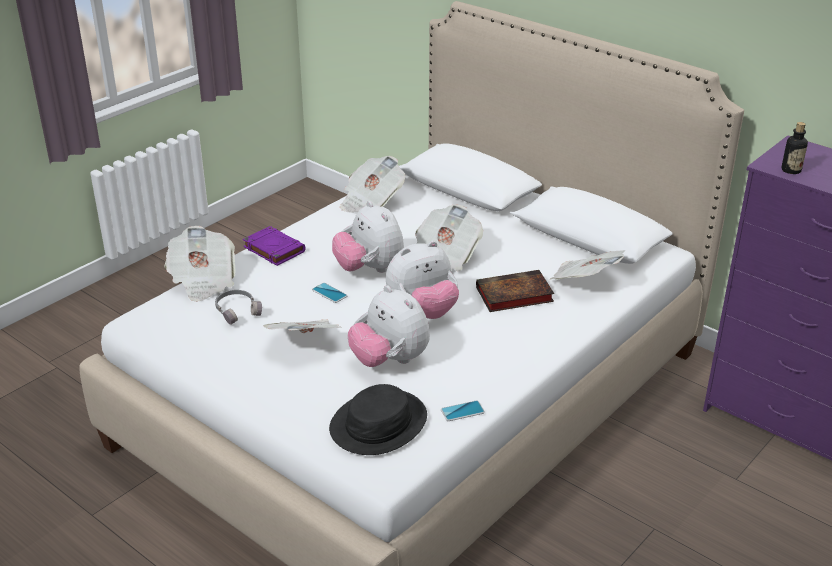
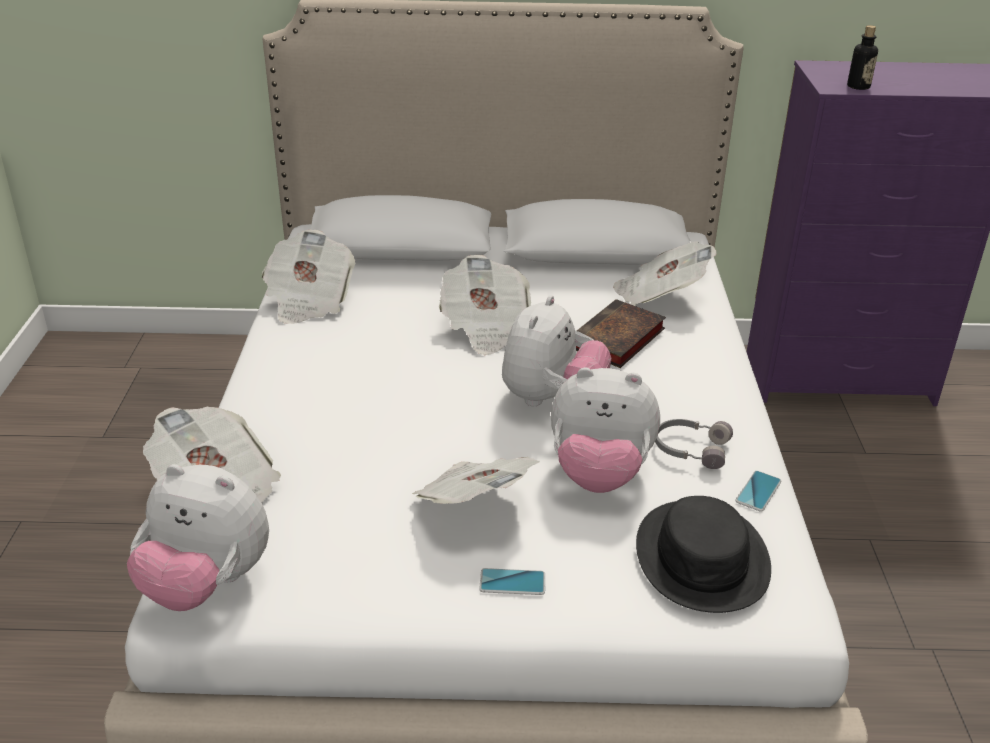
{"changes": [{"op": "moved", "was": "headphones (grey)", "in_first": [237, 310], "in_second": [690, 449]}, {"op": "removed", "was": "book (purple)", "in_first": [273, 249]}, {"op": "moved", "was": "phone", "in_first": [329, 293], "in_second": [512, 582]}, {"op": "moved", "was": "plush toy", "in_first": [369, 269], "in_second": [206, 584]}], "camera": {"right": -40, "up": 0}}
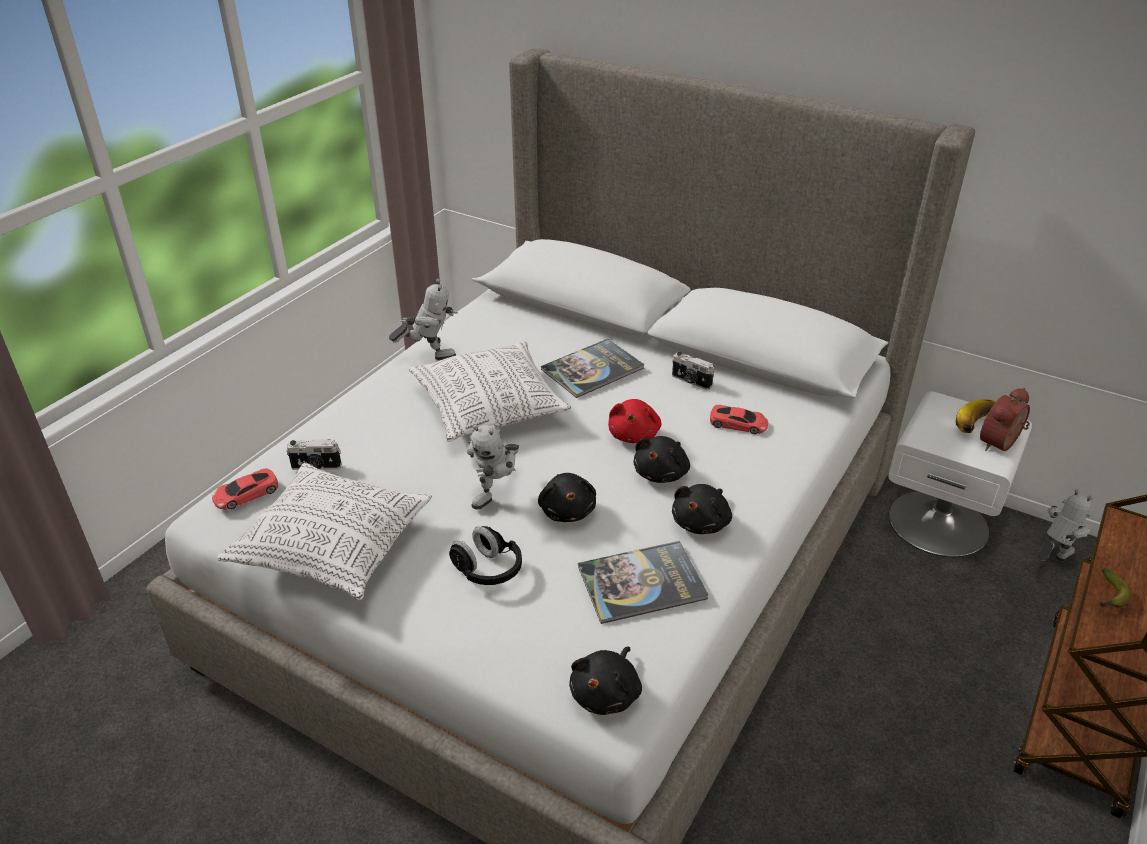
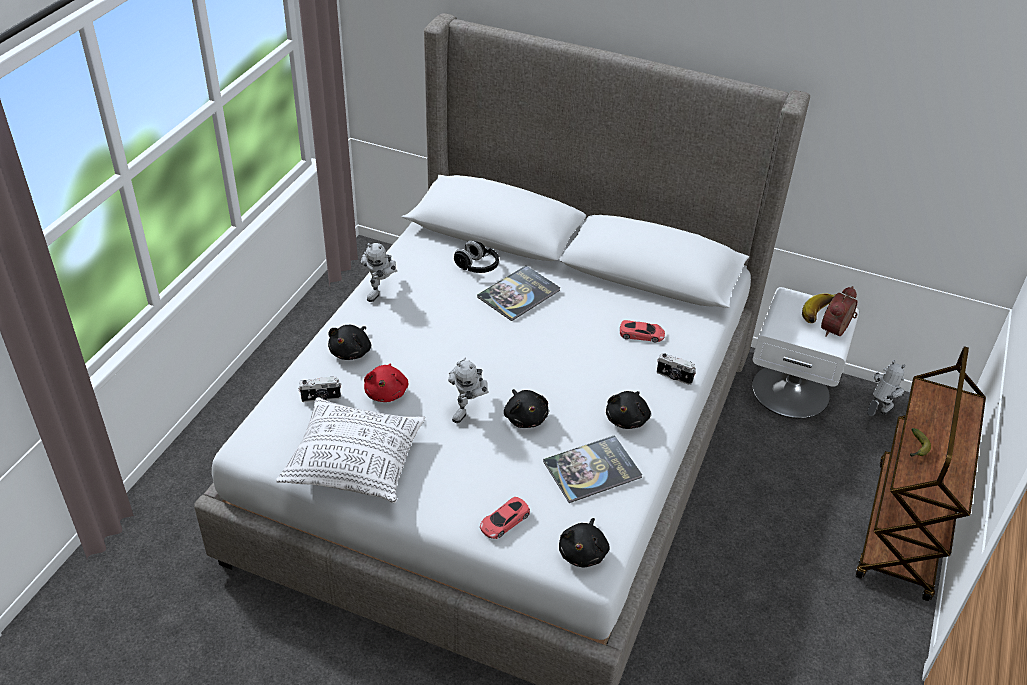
{"changes": [{"op": "moved", "was": "toy car (red)", "in_first": [246, 494], "in_second": [504, 521]}, {"op": "turned", "was": "toy robot", "in_first": [429, 356], "in_second": [381, 291], "clockwise": 120}, {"op": "removed", "was": "pillow", "in_first": [489, 408]}, {"op": "moved", "was": "headphones (black)", "in_first": [487, 570], "in_second": [477, 267]}, {"op": "moved", "was": "plush toy (red)", "in_first": [634, 434], "in_second": [387, 392]}, {"op": "moved", "was": "plush toy (black)", "in_first": [662, 473], "in_second": [351, 352]}, {"op": "moved", "was": "photo camera", "in_first": [691, 381], "in_second": [674, 377]}], "camera": {"right": -10, "up": 5}}
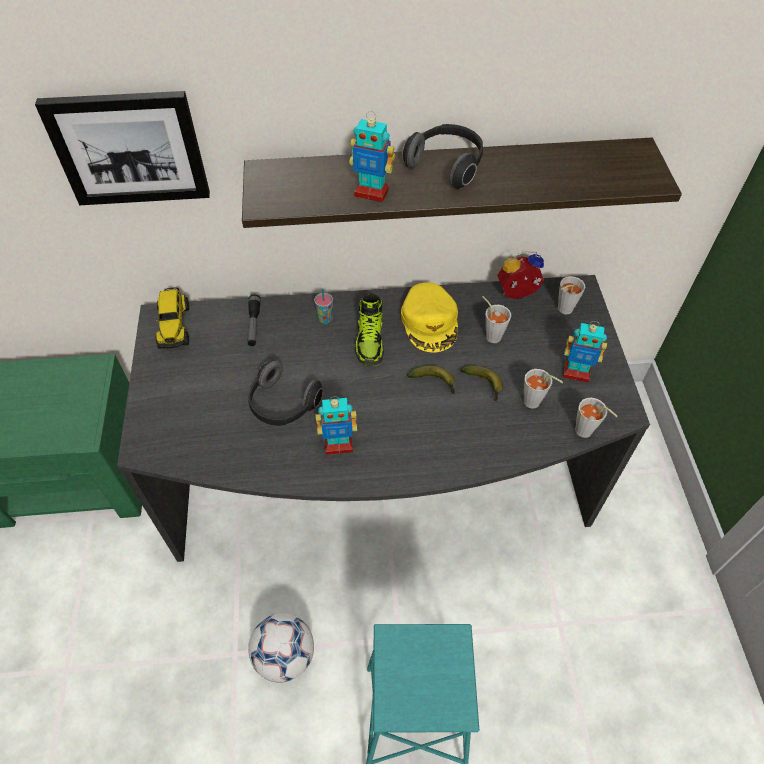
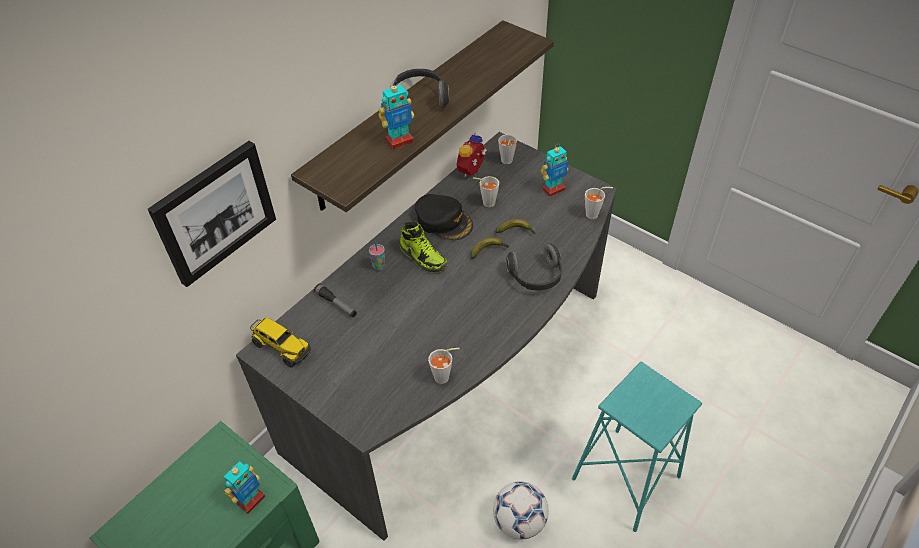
{"changes": [{"op": "moved", "was": "headphones", "in_first": [283, 405], "in_second": [536, 277]}, {"op": "moved", "was": "toy robot", "in_first": [338, 444], "in_second": [251, 500]}, {"op": "recoloured", "was": "cap (yellow)", "now": "cap (black)", "in_first": [430, 322], "in_second": [444, 221]}, {"op": "moved", "was": "cup (grey)", "in_first": [535, 403], "in_second": [445, 377]}], "camera": {"right": -45, "up": -5}}
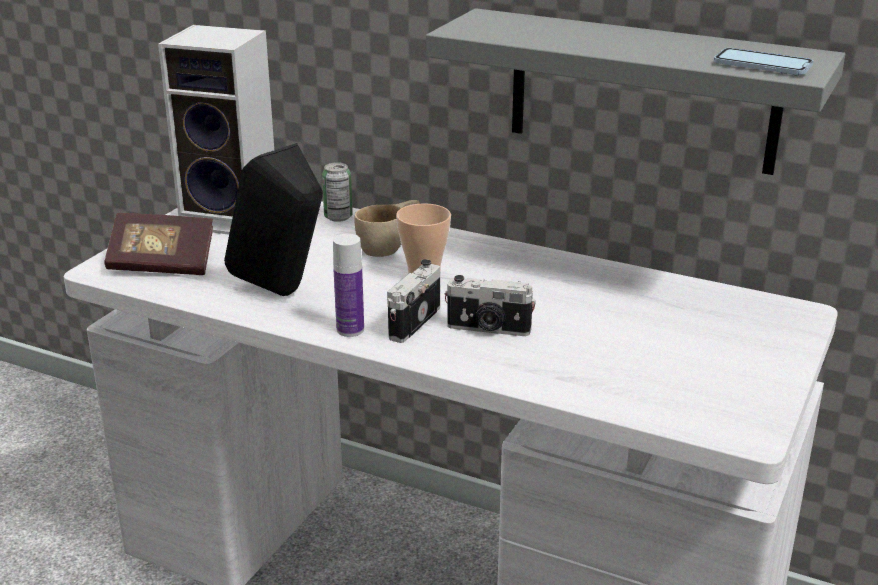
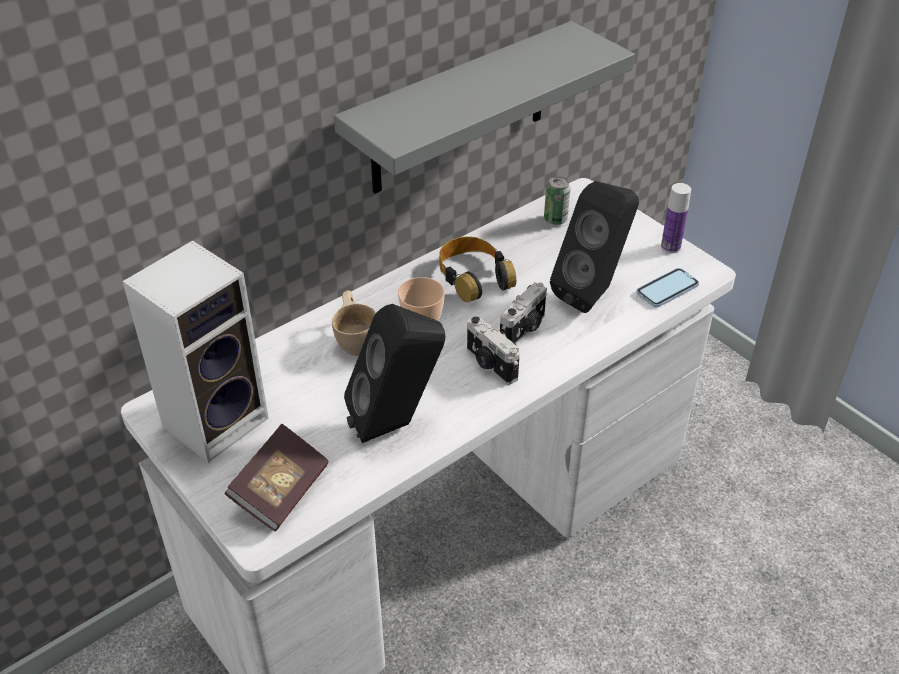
{"changes": [{"op": "moved", "was": "can", "in_first": [338, 217], "in_second": [555, 219]}, {"op": "moved", "was": "bottle", "in_first": [350, 329], "in_second": [670, 247]}, {"op": "moved", "was": "phone", "in_first": [762, 65], "in_second": [667, 289]}, {"op": "added", "now": "headphones", "in_second": [474, 276]}, {"op": "added", "now": "speaker (black)", "in_second": [593, 293]}], "camera": {"right": -65, "up": 15}}
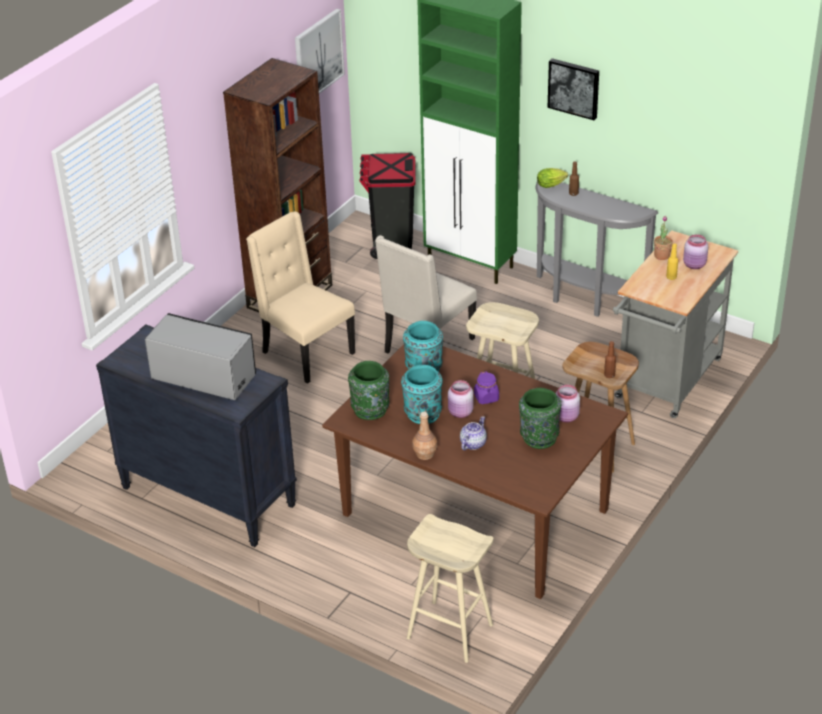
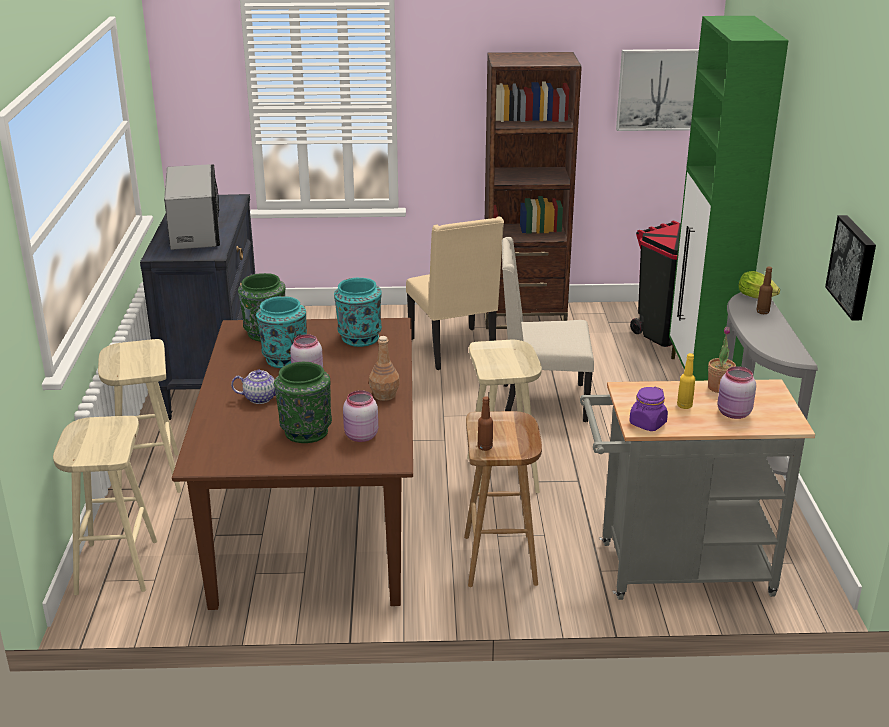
{"changes": [{"op": "turned", "was": "chair (beige)", "in_first": [305, 353], "in_second": [454, 350], "clockwise": 150}, {"op": "moved", "was": "bottle (brown)", "in_first": [425, 454], "in_second": [385, 395]}, {"op": "moved", "was": "jar (purple)", "in_first": [486, 398], "in_second": [647, 424]}, {"op": "moved", "was": "picture", "in_first": [574, 88], "in_second": [854, 267]}, {"op": "added", "now": "stool (beige)", "in_second": [148, 475]}], "camera": {"right": 55, "up": -10}}
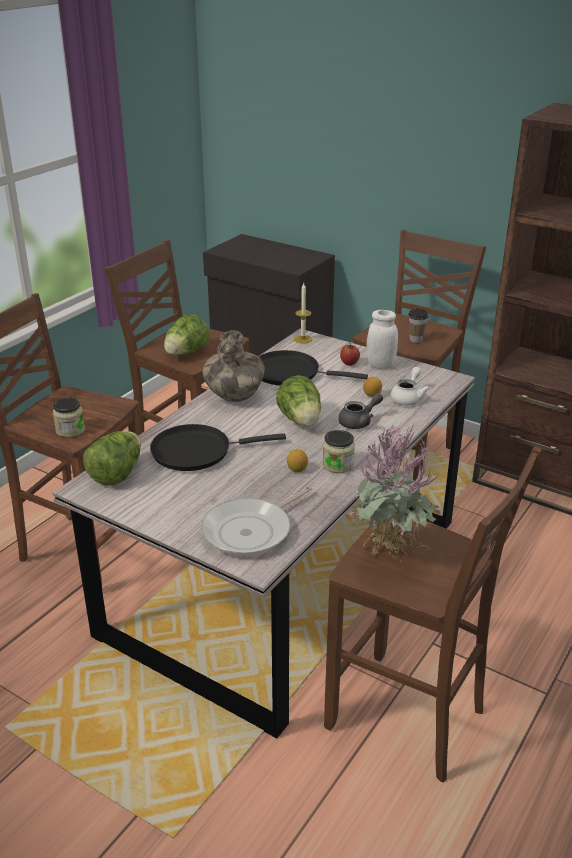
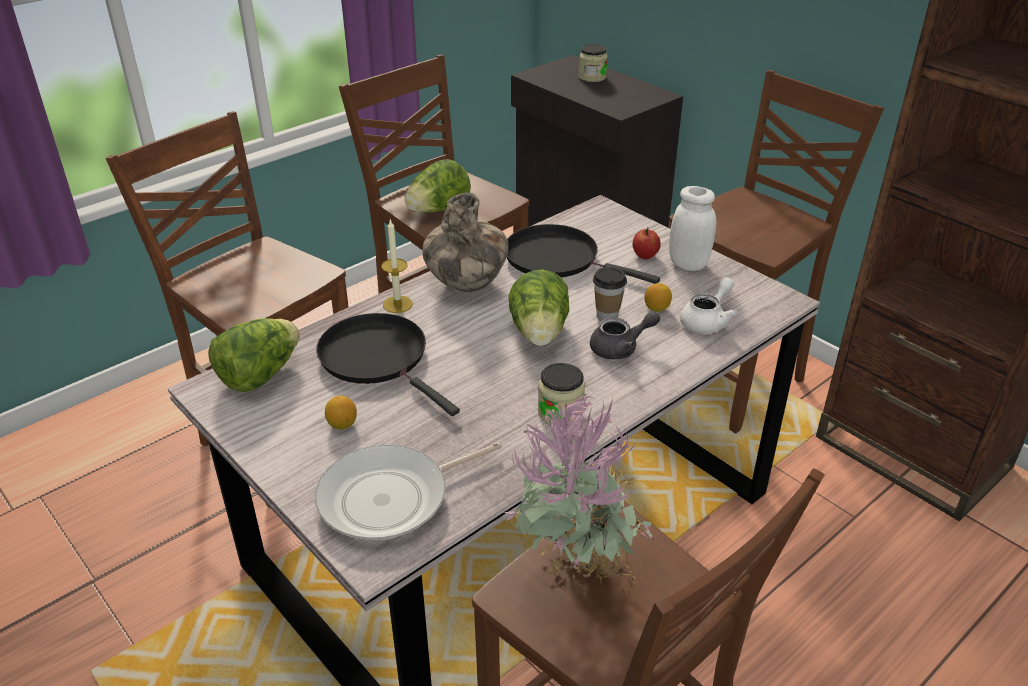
{"changes": [{"op": "moved", "was": "jar", "in_first": [70, 430], "in_second": [592, 77]}, {"op": "turned", "was": "frying pan (black)", "in_first": [197, 451], "in_second": [378, 358], "clockwise": 45}, {"op": "moved", "was": "lemon", "in_first": [297, 469], "in_second": [342, 424]}, {"op": "moved", "was": "candle", "in_first": [303, 339], "in_second": [397, 304]}, {"op": "moved", "was": "cup", "in_first": [416, 340], "in_second": [607, 316]}], "camera": {"right": 15, "up": 5}}
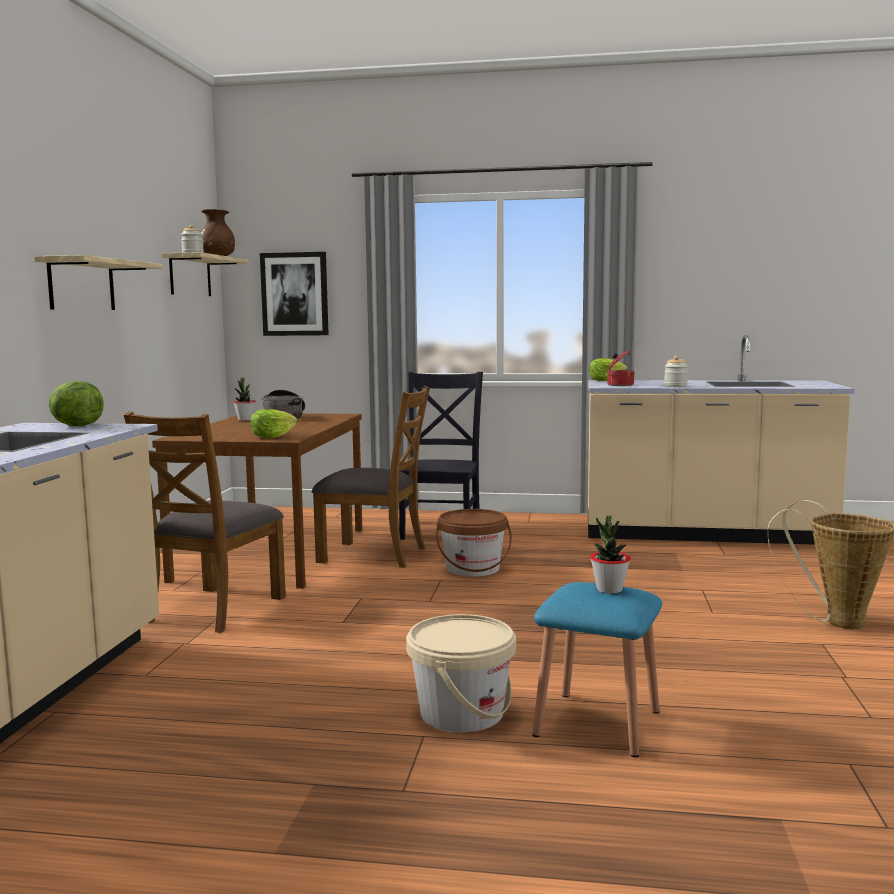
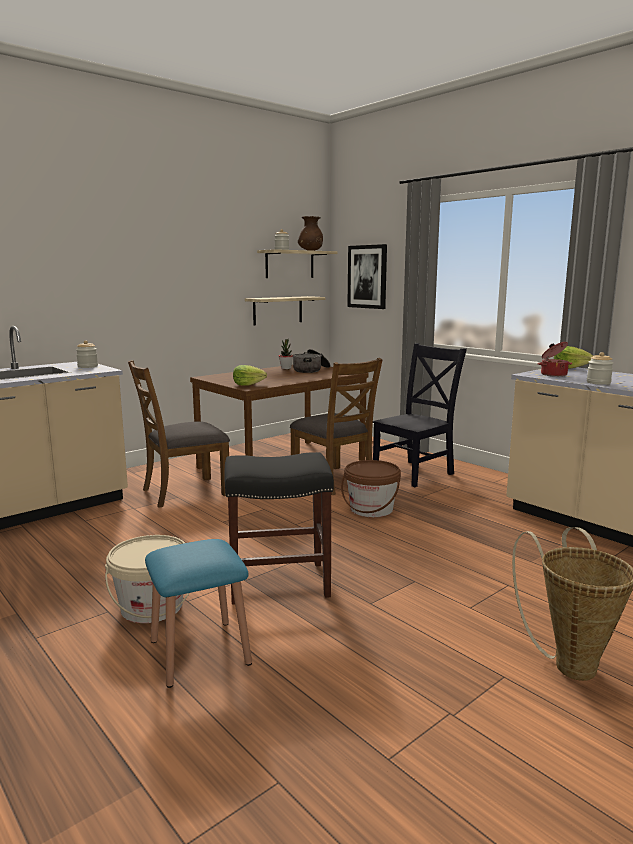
{"changes": [{"op": "moved", "was": "shelf", "in_first": [82, 285], "in_second": [277, 310]}, {"op": "replaced", "was": "lettuce", "now": "jar", "in_first": [76, 426], "in_second": [87, 366]}, {"op": "removed", "was": "potted plant", "in_first": [609, 590]}, {"op": "added", "now": "stool (black)", "in_second": [277, 583]}], "camera": {"right": 40, "up": 5}}
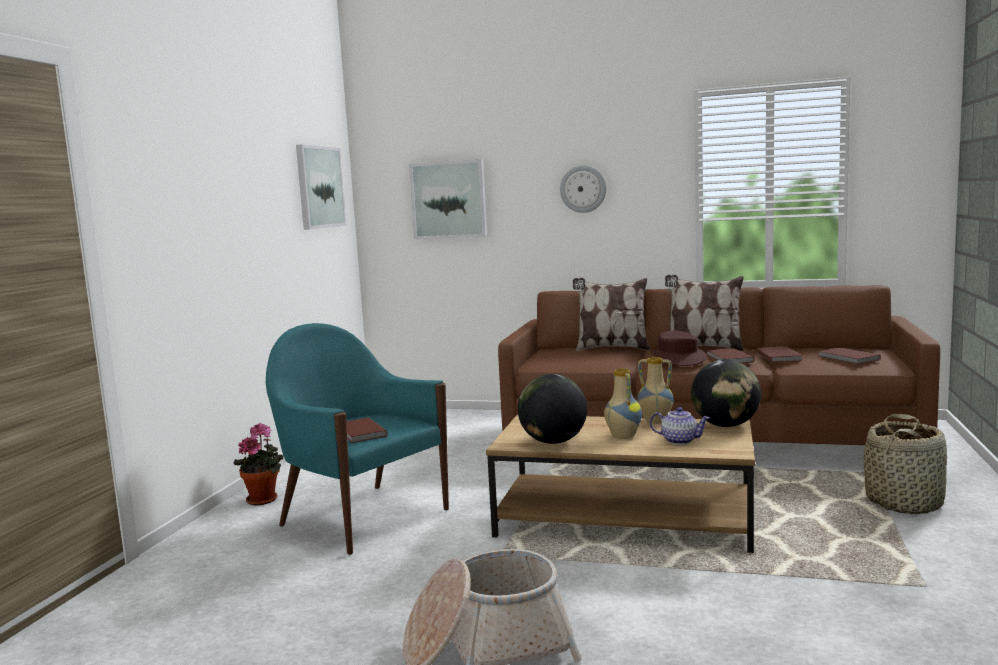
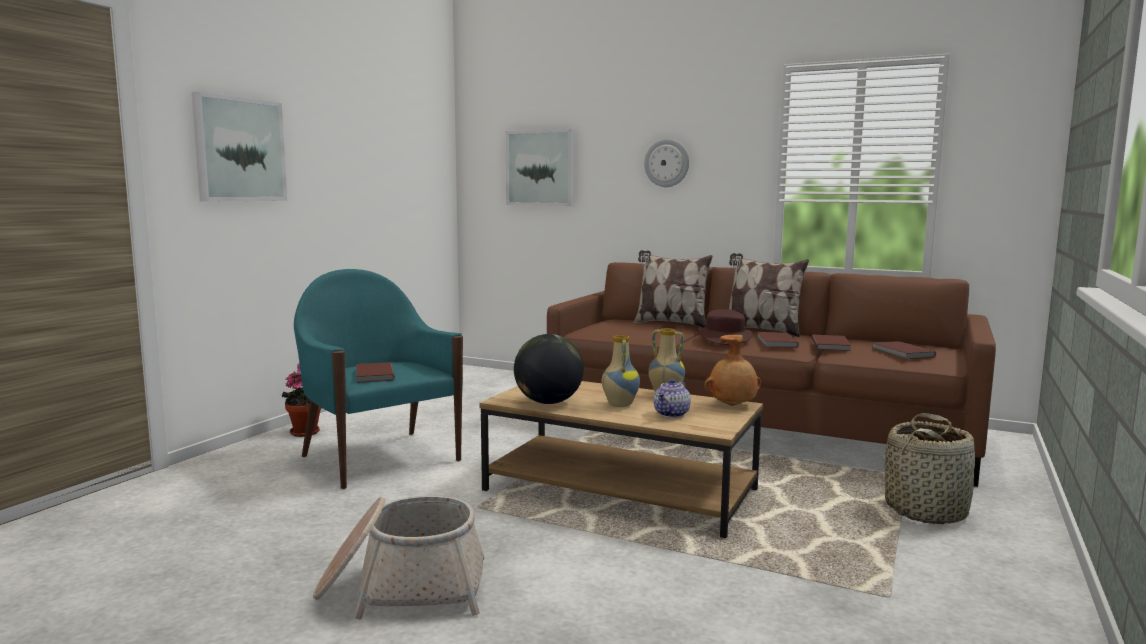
{"changes": [{"op": "moved", "was": "picture", "in_first": [319, 187], "in_second": [239, 150]}, {"op": "turned", "was": "teapot", "in_first": [680, 441], "in_second": [672, 414], "clockwise": 90}, {"op": "replaced", "was": "globe", "now": "vase (brown)", "in_first": [725, 425], "in_second": [732, 405]}], "camera": {"right": 10, "up": 0}}
